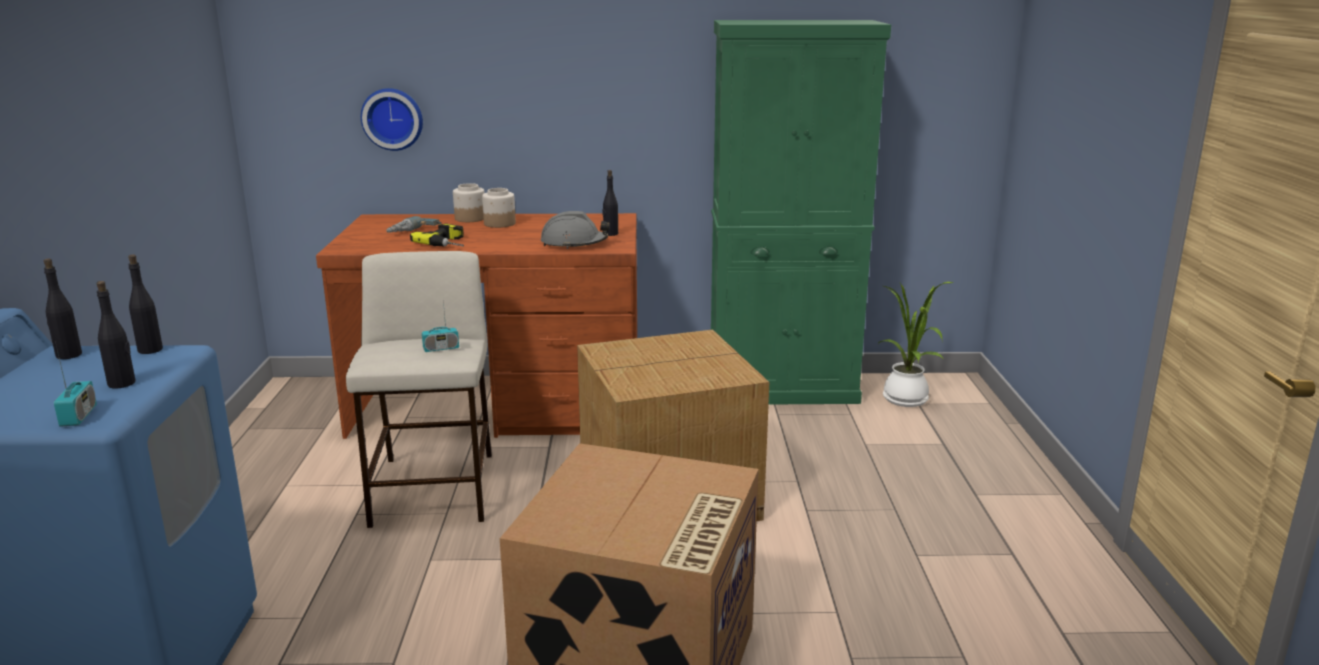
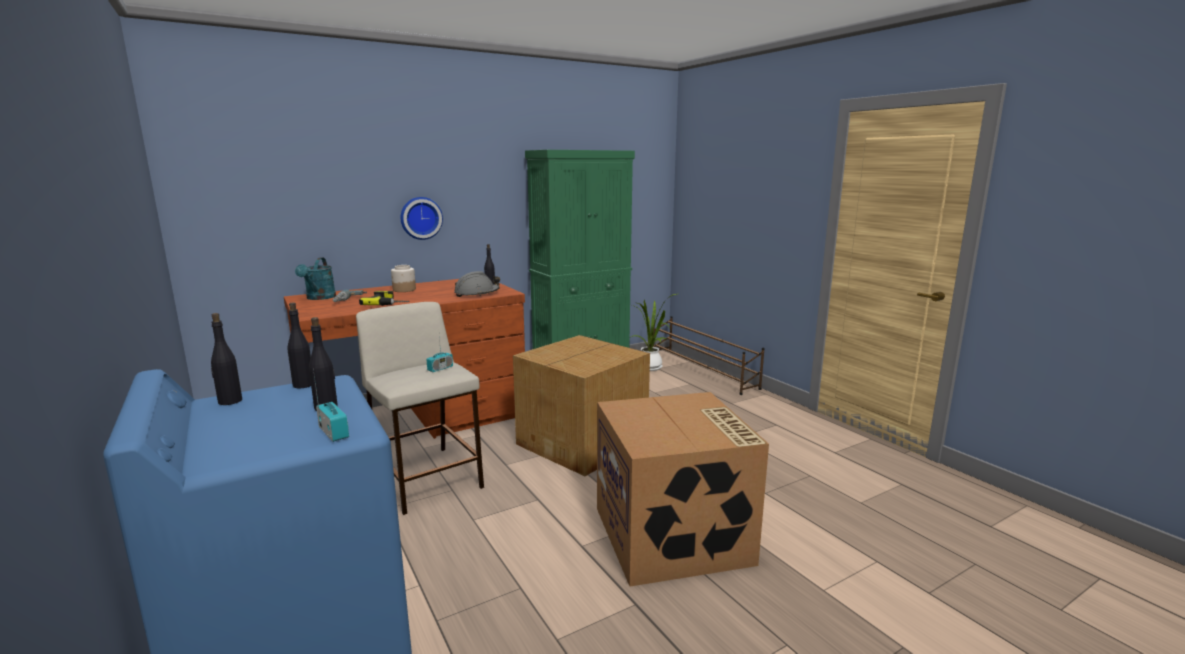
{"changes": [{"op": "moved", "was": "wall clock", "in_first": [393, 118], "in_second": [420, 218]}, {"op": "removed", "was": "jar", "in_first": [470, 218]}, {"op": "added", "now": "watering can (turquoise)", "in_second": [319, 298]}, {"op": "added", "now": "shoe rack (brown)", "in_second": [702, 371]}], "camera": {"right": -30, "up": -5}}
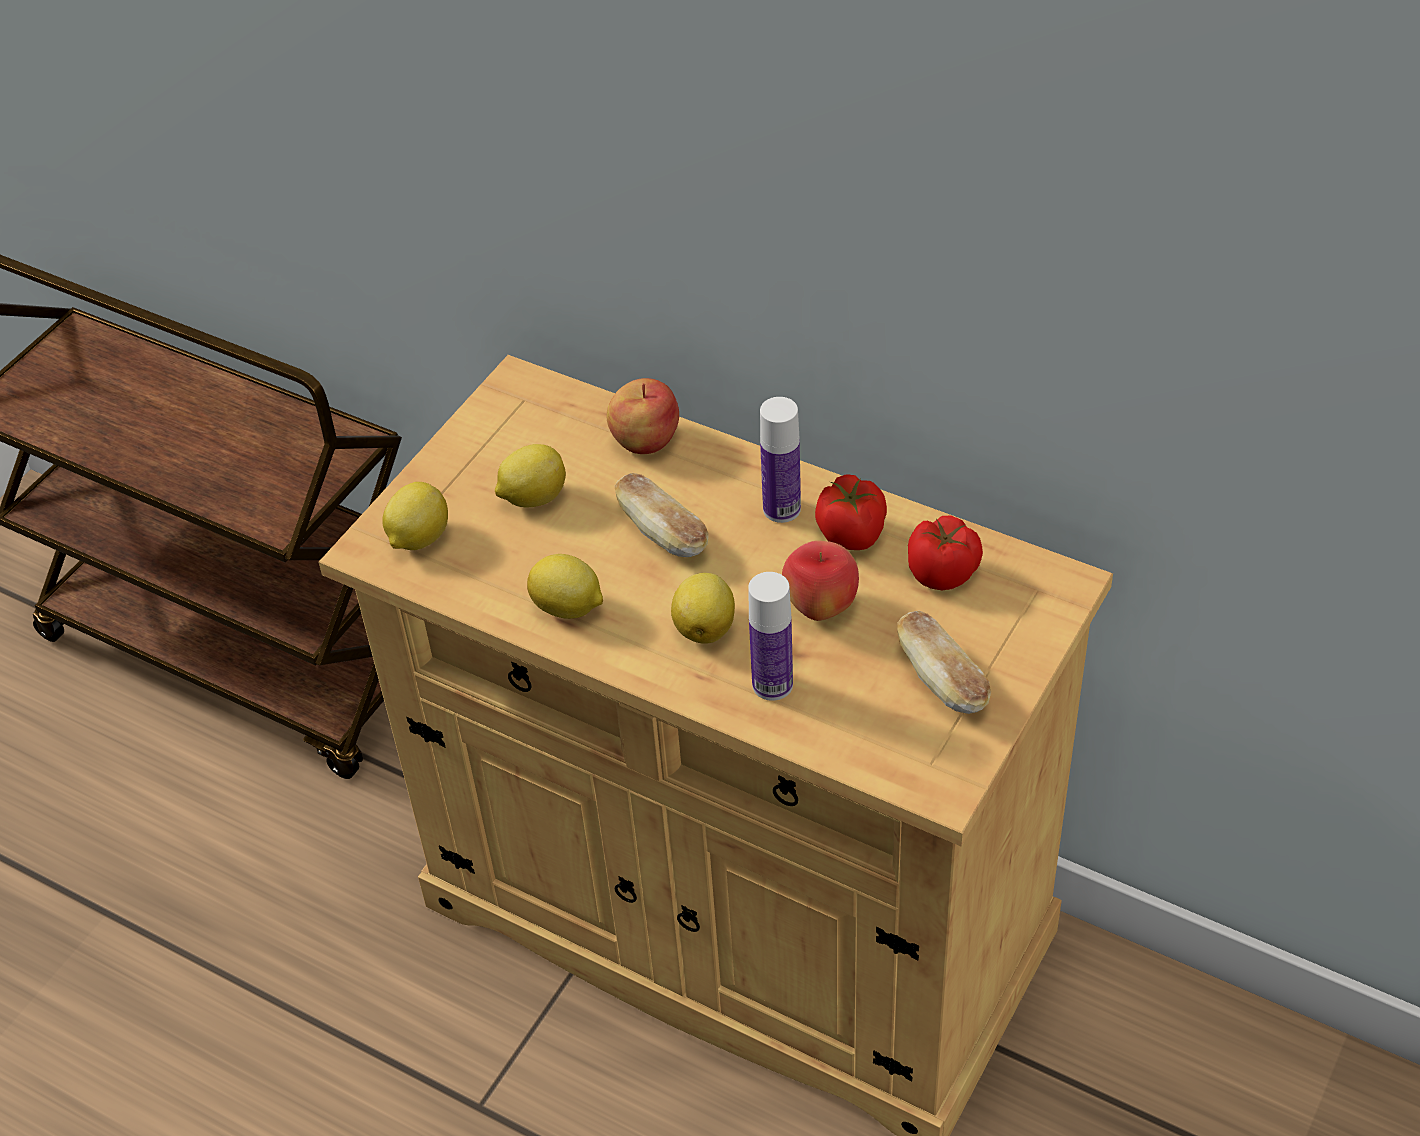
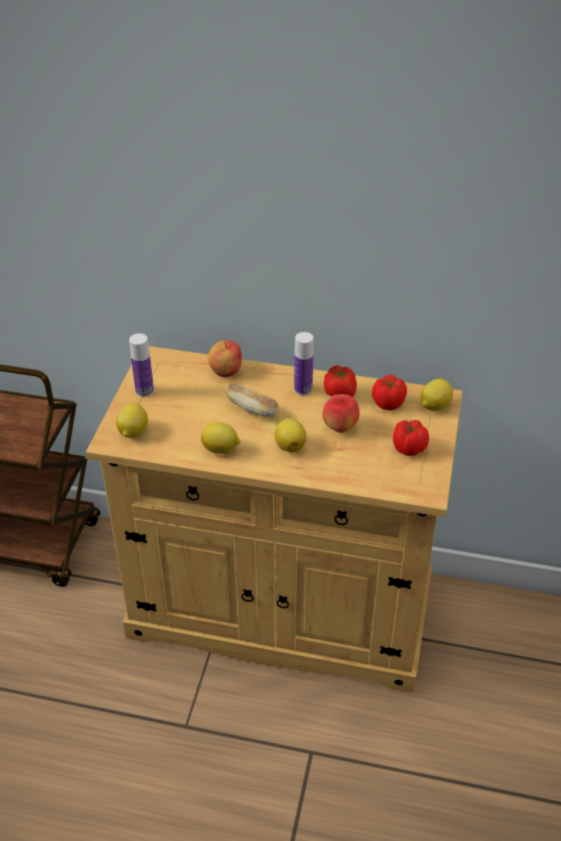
{"changes": [{"op": "moved", "was": "lemon", "in_first": [532, 497], "in_second": [434, 406]}, {"op": "moved", "was": "bottle", "in_first": [772, 684], "in_second": [144, 391]}, {"op": "replaced", "was": "bread", "now": "tomato", "in_first": [942, 679], "in_second": [408, 447]}], "camera": {"right": -20, "up": -5}}
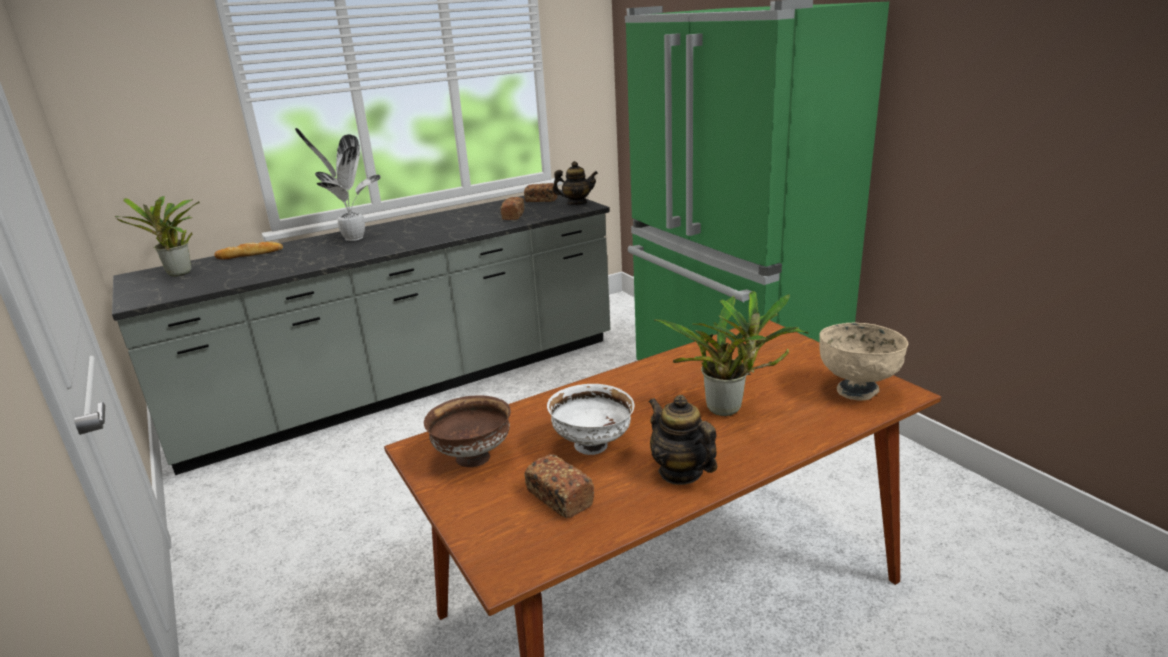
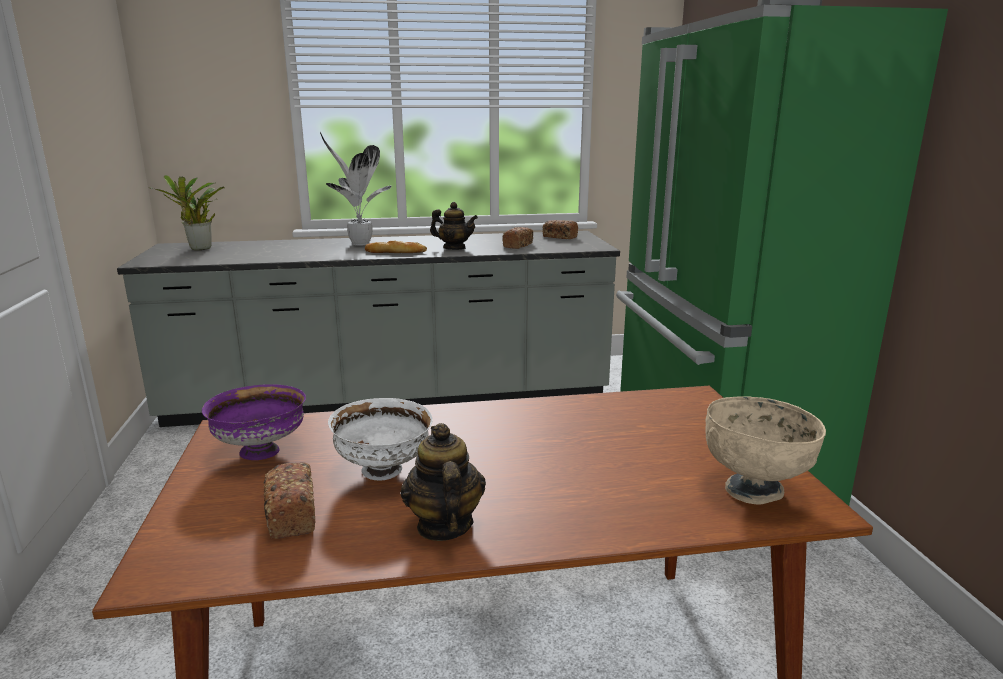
{"changes": [{"op": "moved", "was": "bread", "in_first": [250, 254], "in_second": [396, 252]}, {"op": "recoloured", "was": "bowl (brown)", "now": "bowl (purple)", "in_first": [472, 457], "in_second": [260, 451]}, {"op": "moved", "was": "teapot", "in_first": [576, 203], "in_second": [454, 248]}, {"op": "removed", "was": "potted plant", "in_first": [729, 410]}], "camera": {"right": 20, "up": -5}}
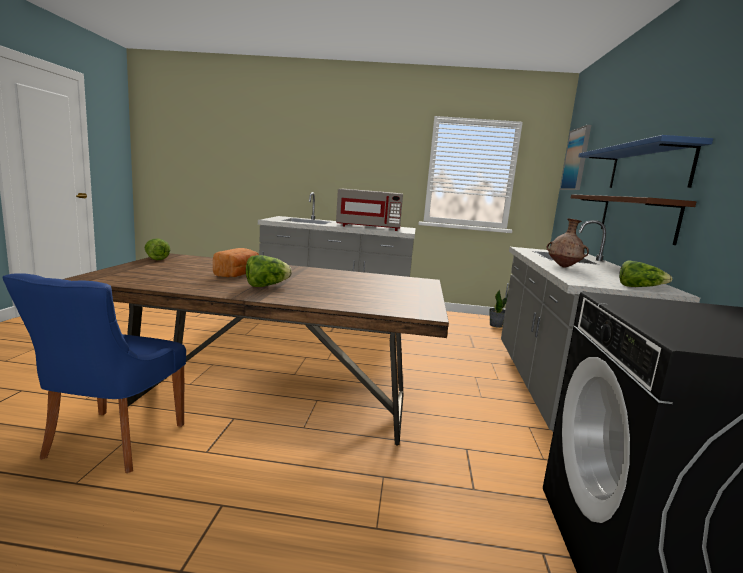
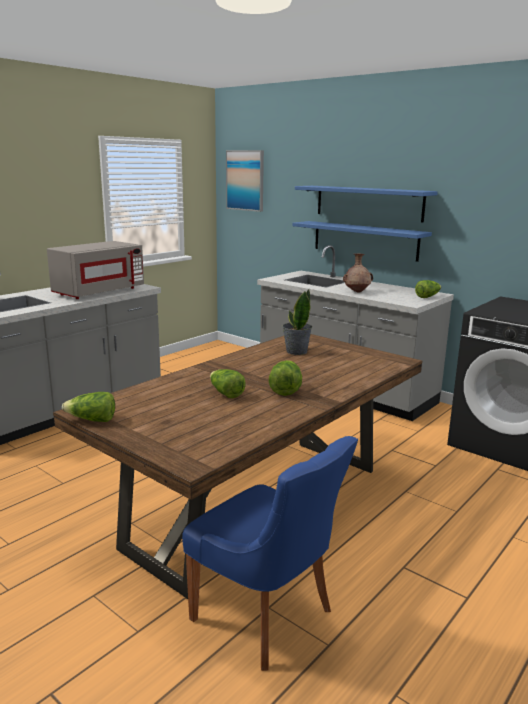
{"changes": [{"op": "replaced", "was": "bread", "now": "lettuce", "in_first": [238, 274], "in_second": [226, 393]}, {"op": "moved", "was": "potted plant", "in_first": [495, 325], "in_second": [296, 351]}, {"op": "recoloured", "was": "shelf (brown)", "now": "shelf (blue)", "in_first": [636, 217], "in_second": [364, 240]}], "camera": {"right": -55, "up": 5}}
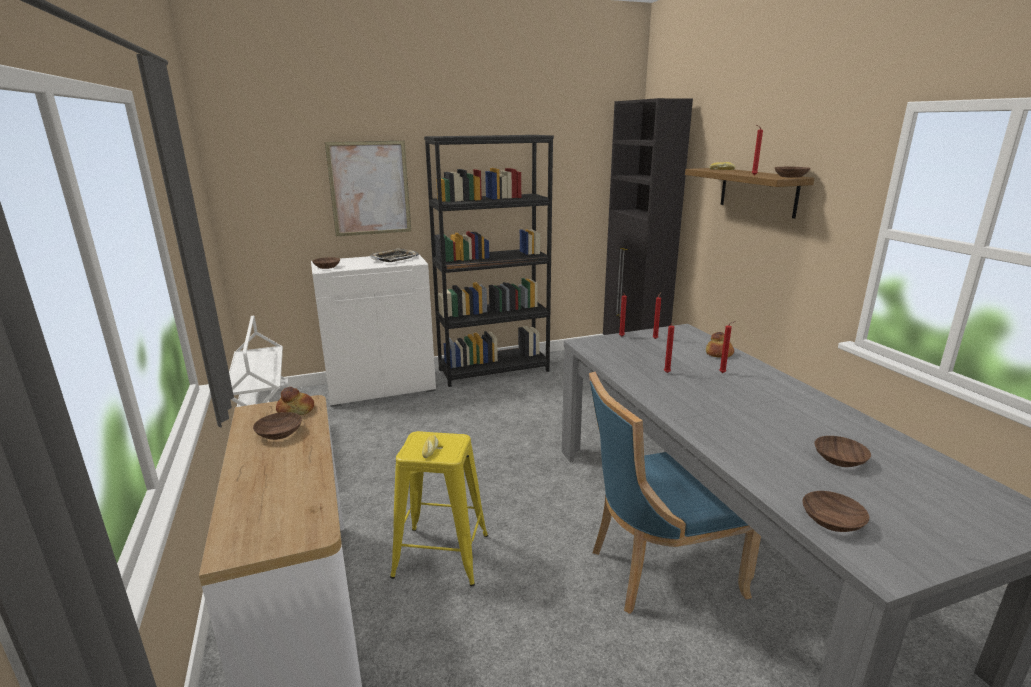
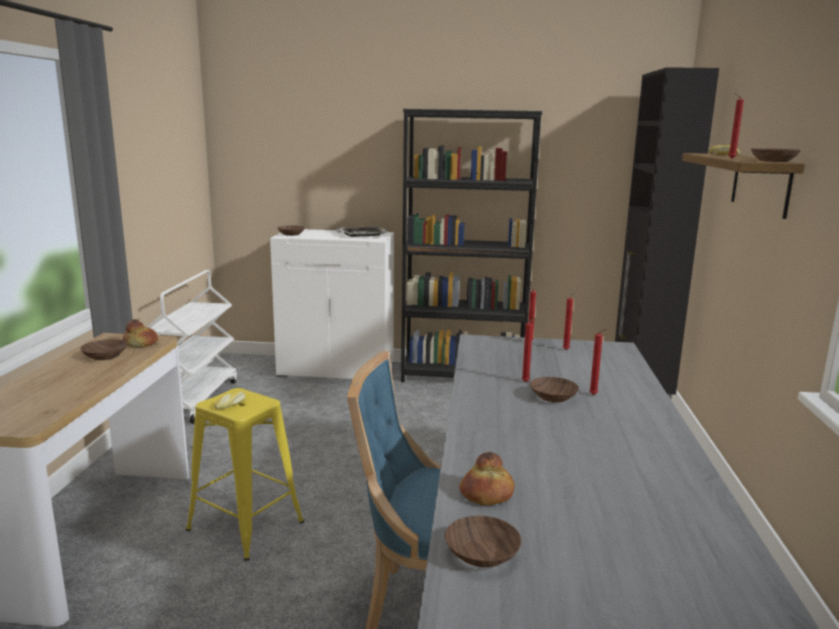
{"changes": [{"op": "removed", "was": "picture", "in_first": [369, 188]}, {"op": "moved", "was": "bread", "in_first": [719, 354], "in_second": [487, 494]}, {"op": "moved", "was": "bowl (brown)", "in_first": [840, 460], "in_second": [552, 397]}], "camera": {"right": 25, "up": -5}}
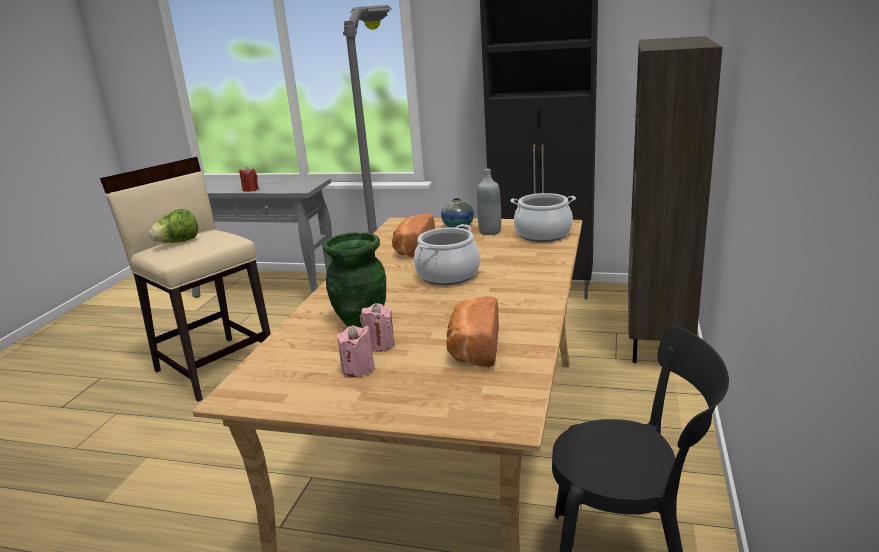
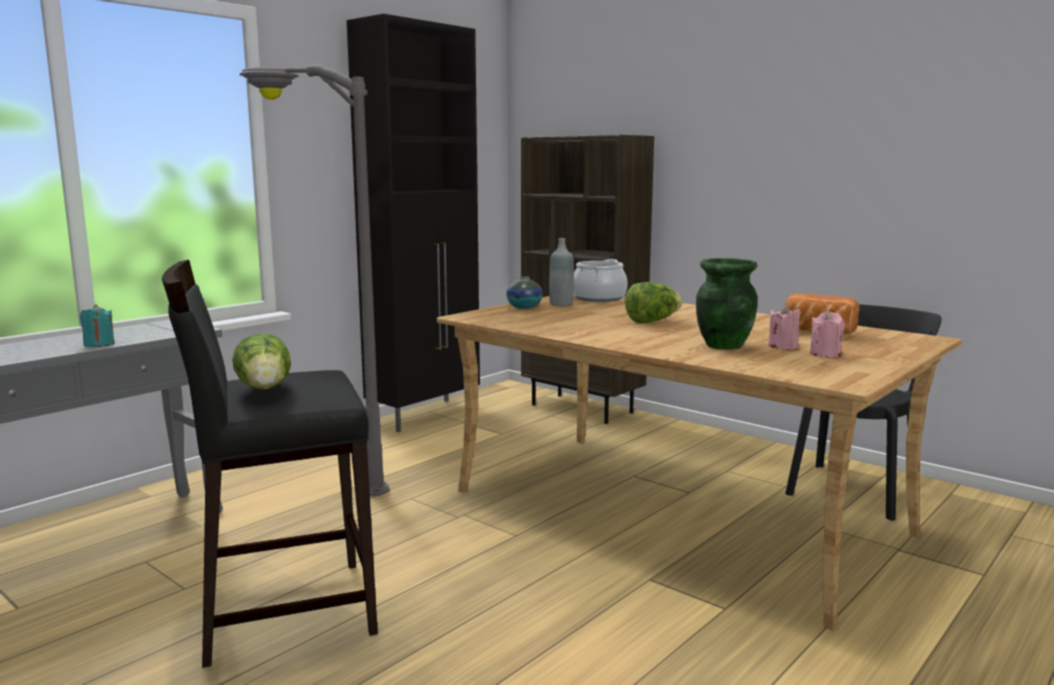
{"changes": [{"op": "recoloured", "was": "stool (beige)", "now": "stool (black)", "in_first": [215, 366], "in_second": [284, 609]}, {"op": "recoloured", "was": "candle (red)", "now": "candle (turquoise)", "in_first": [250, 189], "in_second": [99, 344]}, {"op": "removed", "was": "bread", "in_first": [413, 250]}, {"op": "replaced", "was": "cooking pot", "now": "lettuce", "in_first": [447, 275], "in_second": [652, 321]}], "camera": {"right": -65, "up": -10}}
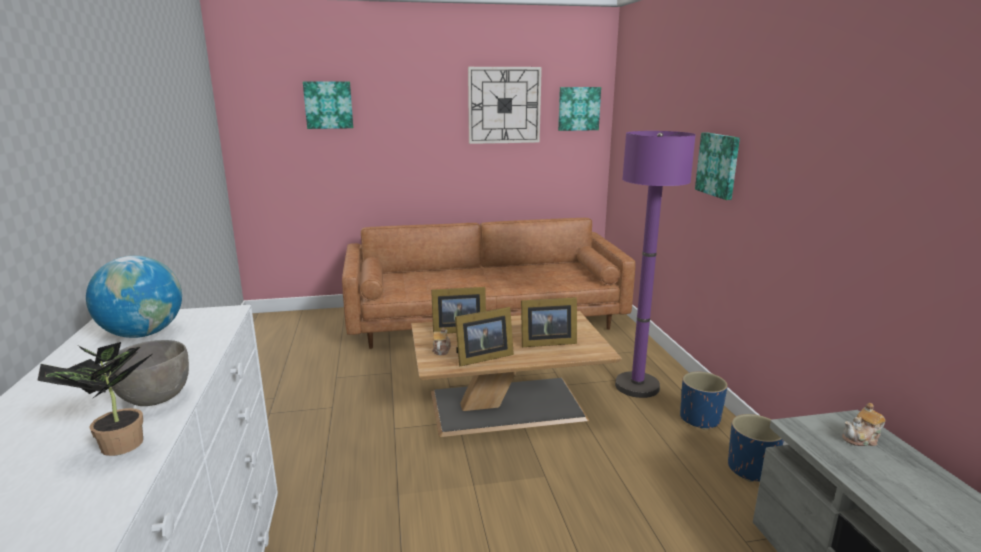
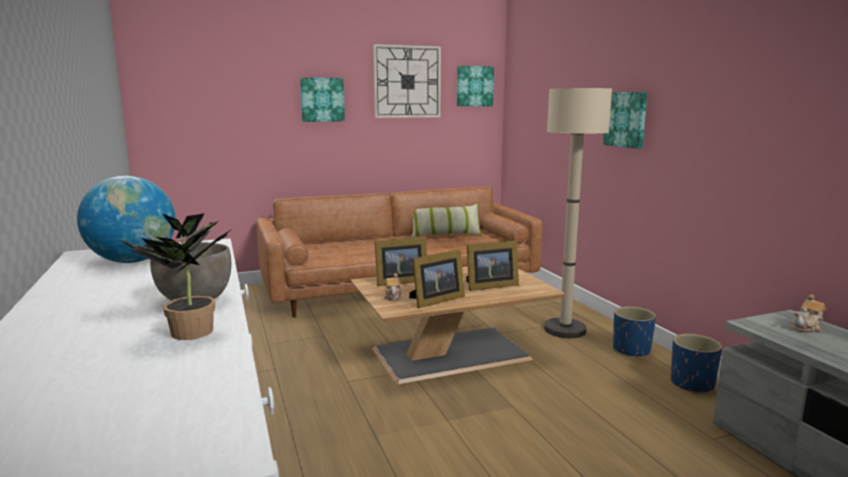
{"changes": [{"op": "moved", "was": "picture", "in_first": [328, 105], "in_second": [322, 99]}, {"op": "recoloured", "was": "floor lamp (purple)", "now": "floor lamp (beige)", "in_first": [637, 386], "in_second": [565, 330]}, {"op": "added", "now": "pillow", "in_second": [445, 235]}], "camera": {"right": -10, "up": -5}}
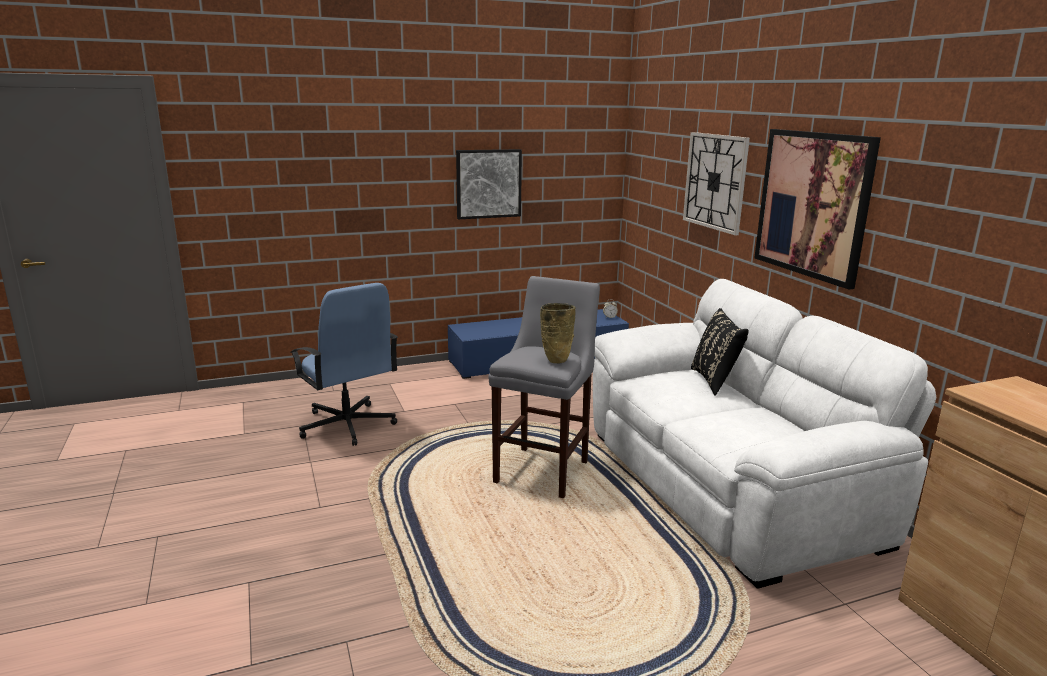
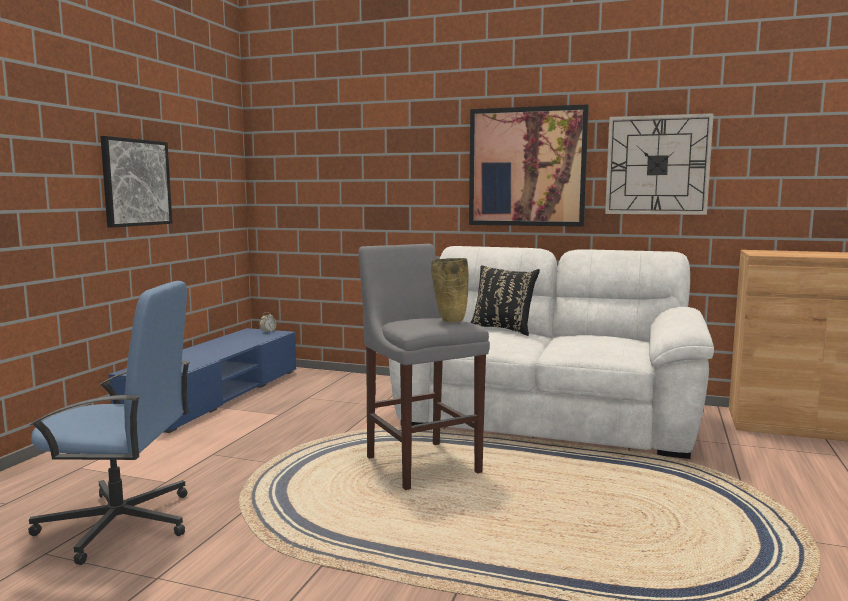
{"changes": [{"op": "moved", "was": "wall clock", "in_first": [715, 181], "in_second": [657, 165]}], "camera": {"right": -50, "up": -10}}
